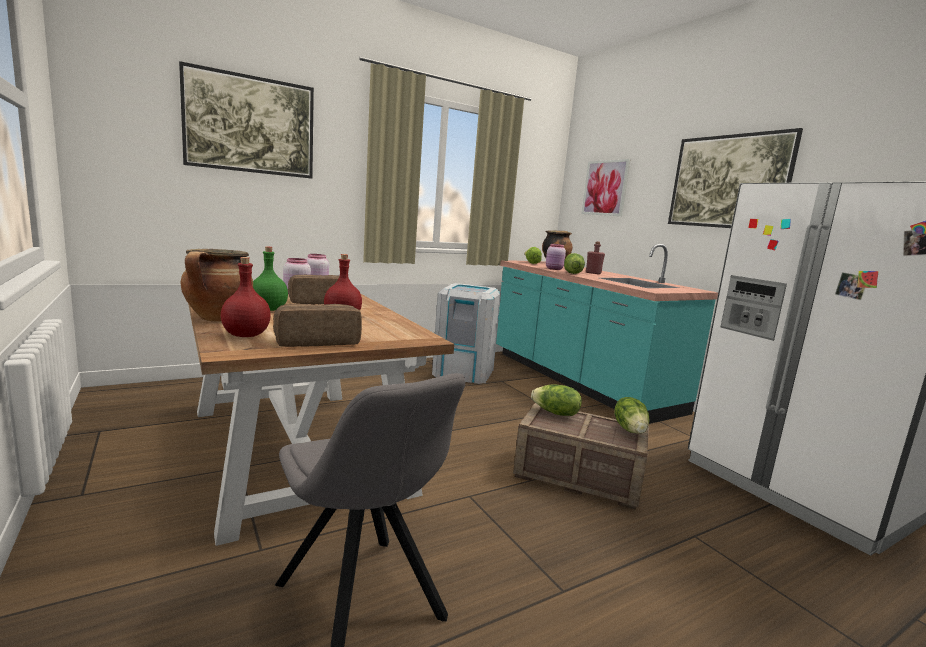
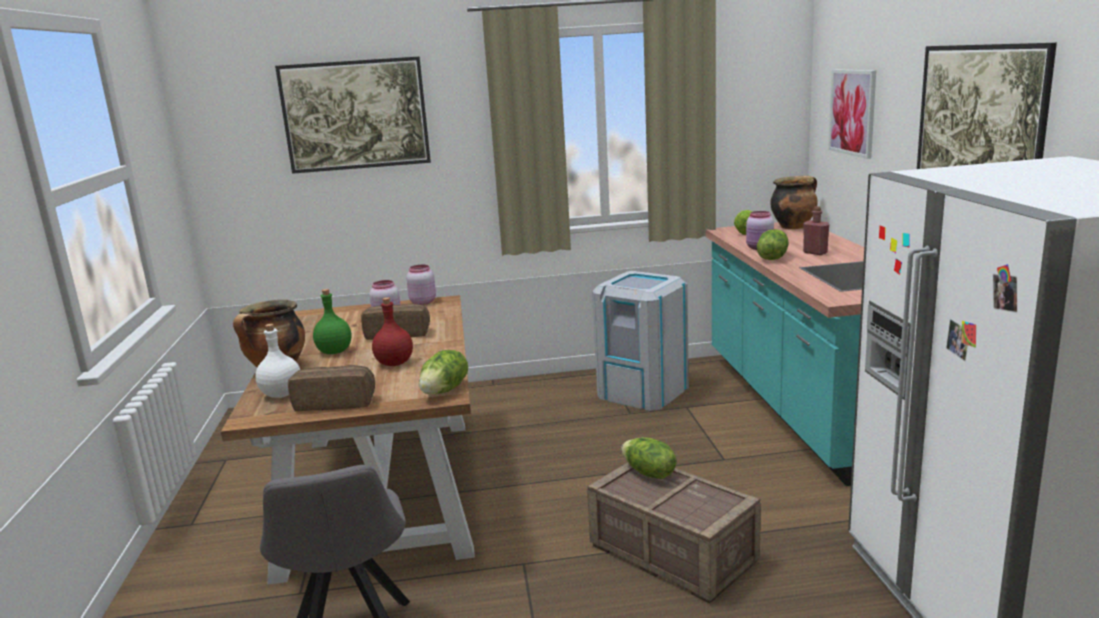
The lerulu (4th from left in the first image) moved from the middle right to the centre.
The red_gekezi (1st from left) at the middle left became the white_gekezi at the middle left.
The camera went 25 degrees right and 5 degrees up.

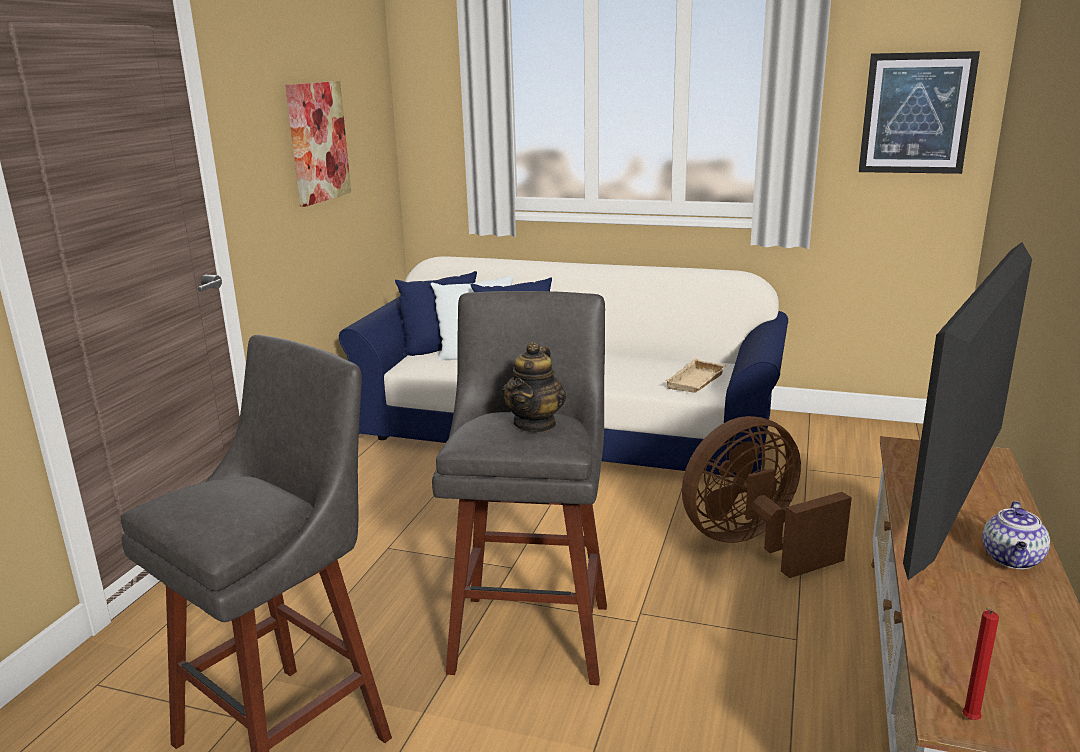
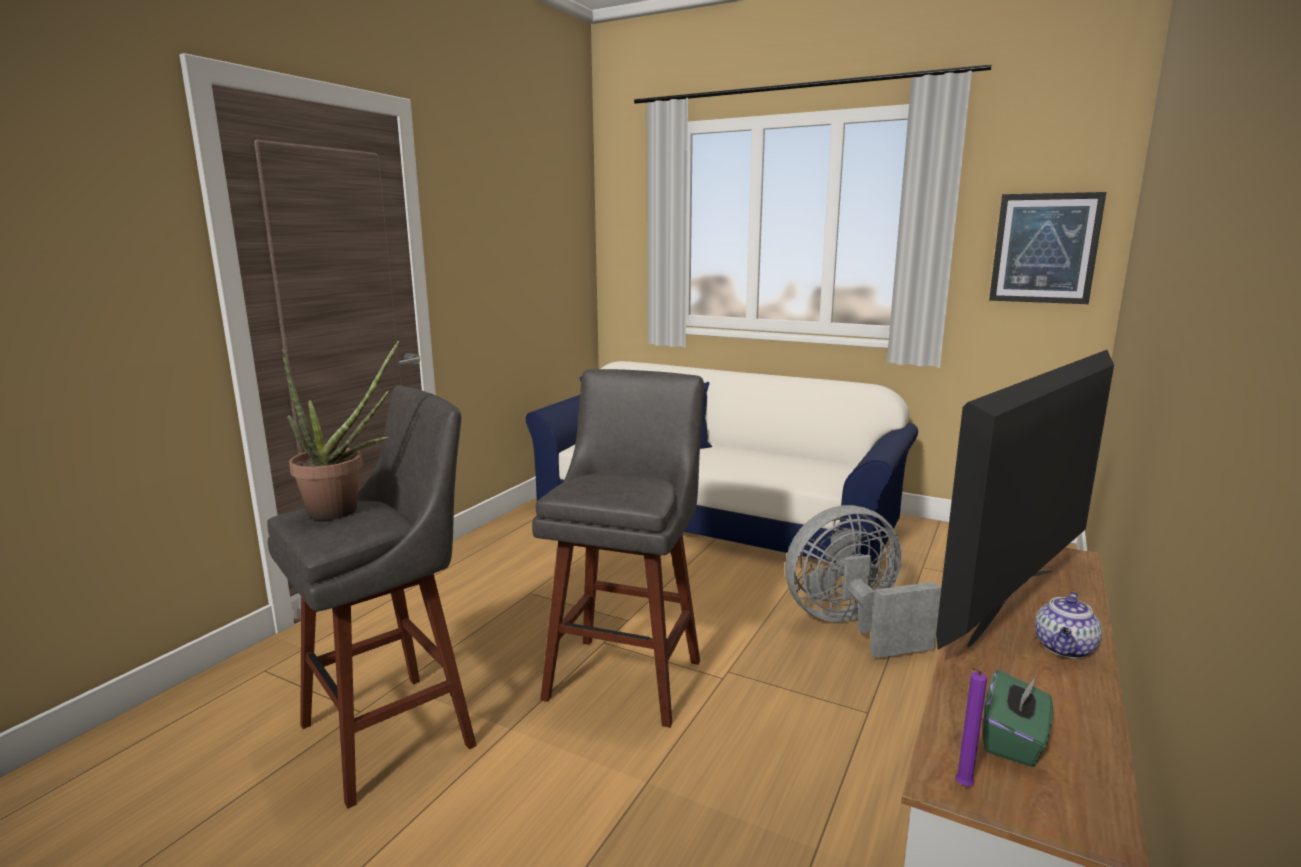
The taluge (1st from left) at the top left disappeared.
The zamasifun (1st from left) at the centre disappeared.
The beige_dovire at the centre disappeared.
The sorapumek at the middle left appeared.
The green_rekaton at the bottom right appeared.
The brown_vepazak at the middle right became the grey_vepazak at the bottom centre.
The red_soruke at the bottom right became the purple_soruke at the bottom right.
The camera went 10 degrees right and 5 degrees down.

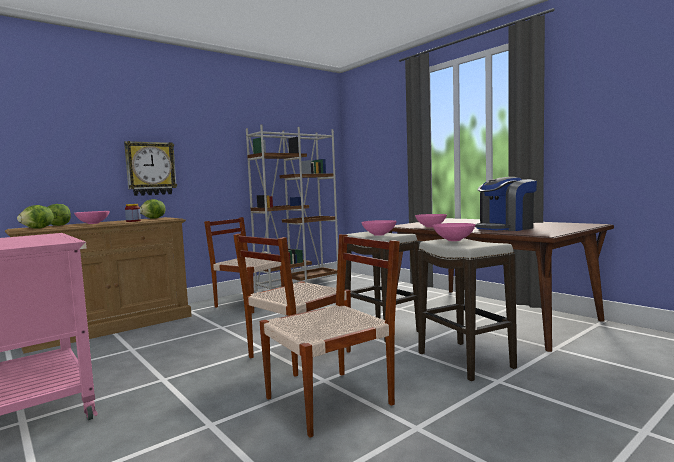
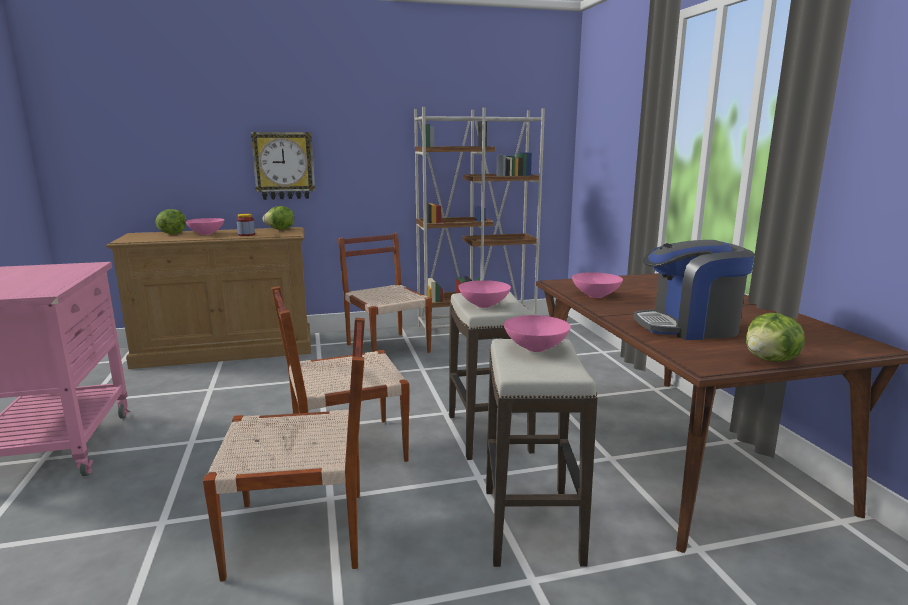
The lerulu (1st from left in the first image) moved from the middle left to the middle right.
The camera went 25 degrees right and 10 degrees up.

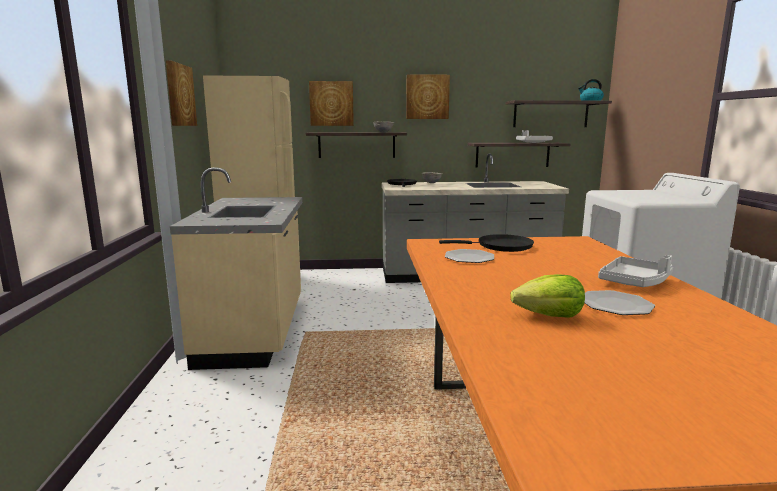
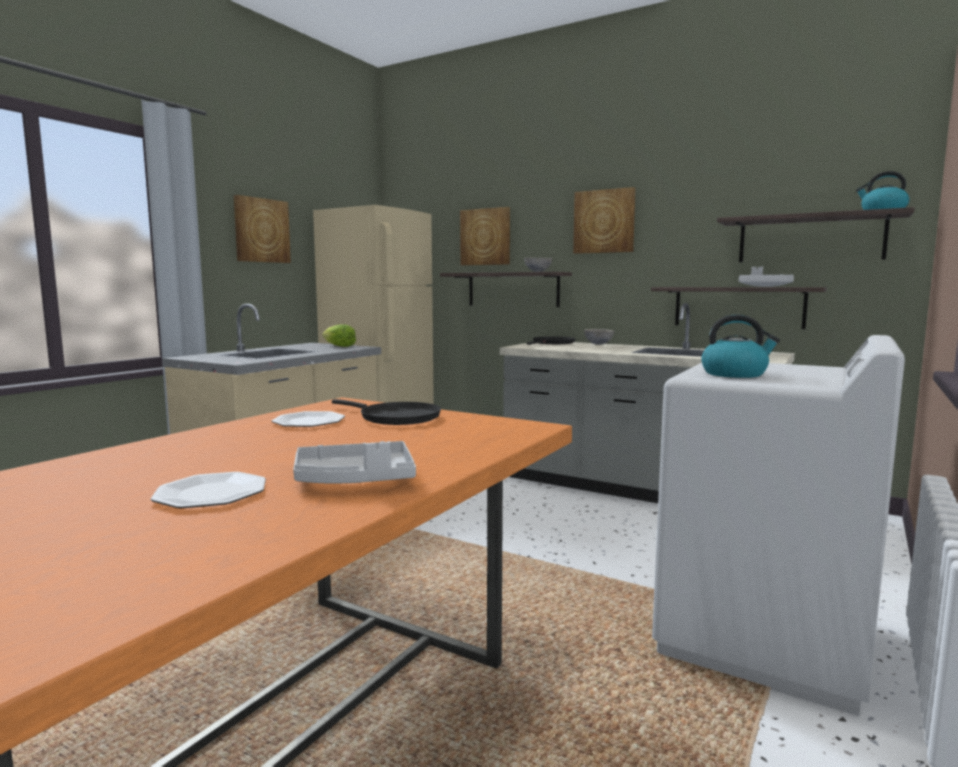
The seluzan (1st from left) at the middle right appeared.
The lerulu moved from the middle right to the centre.
The camera went 35 degrees right and 5 degrees down.

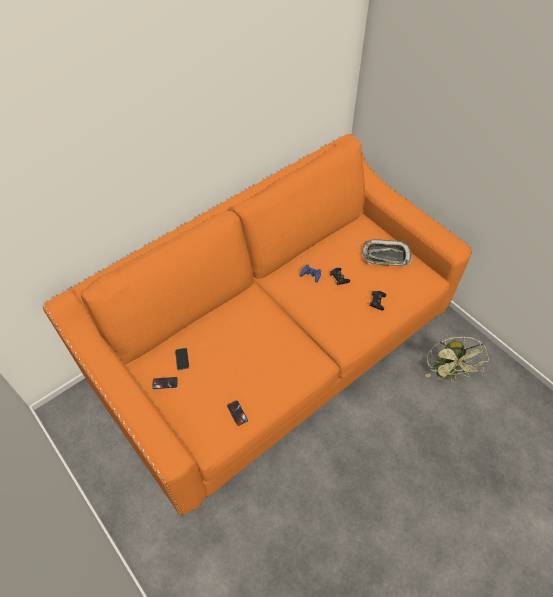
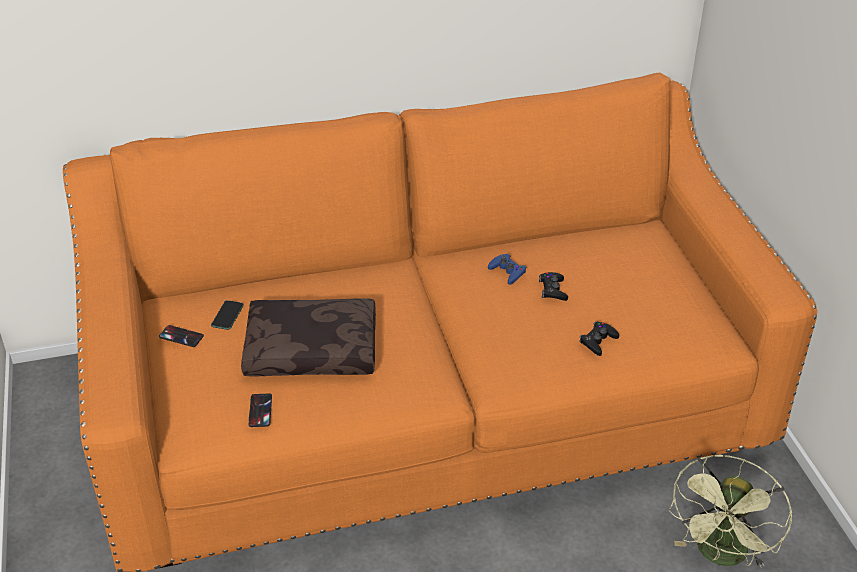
The dovire at the middle right disappeared.
The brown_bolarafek at the centre appeared.
The camera went 25 degrees right and 15 degrees down.

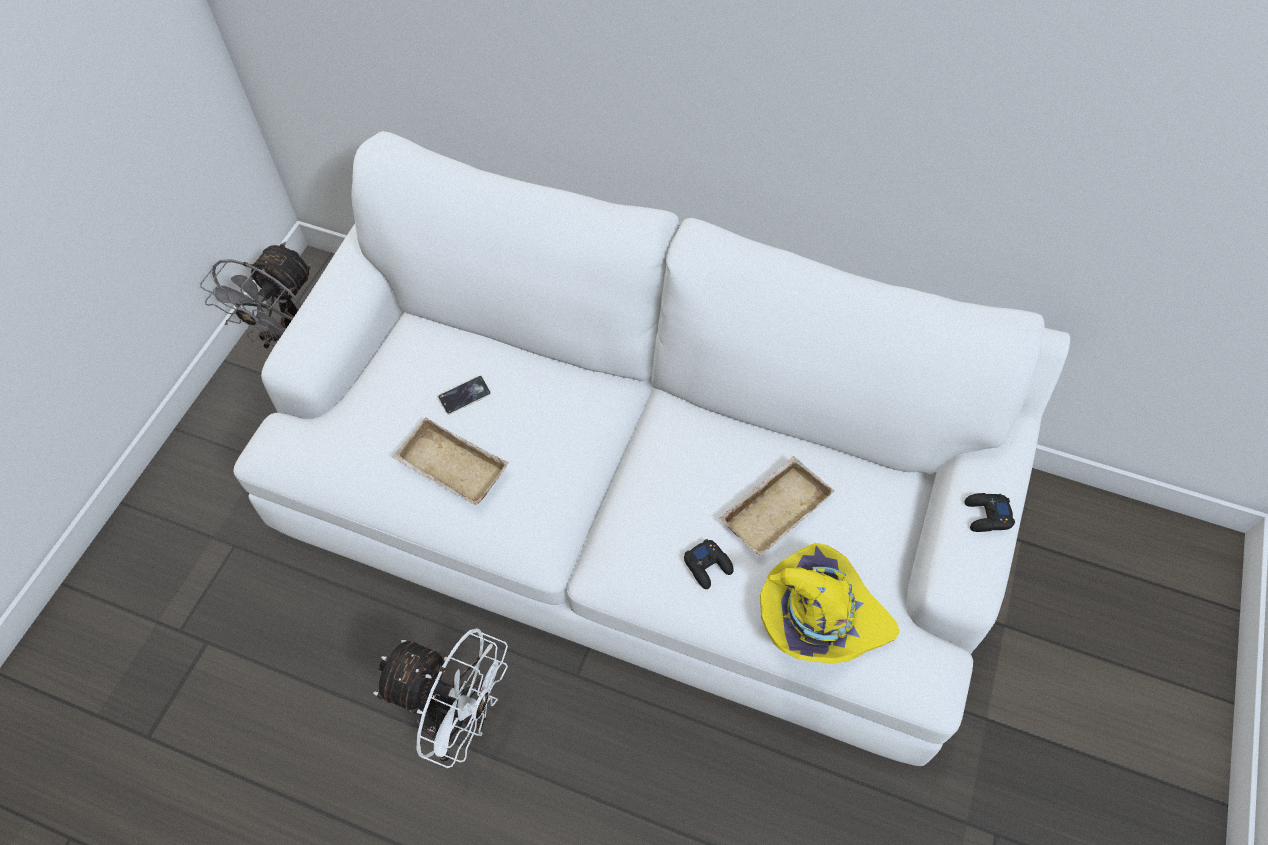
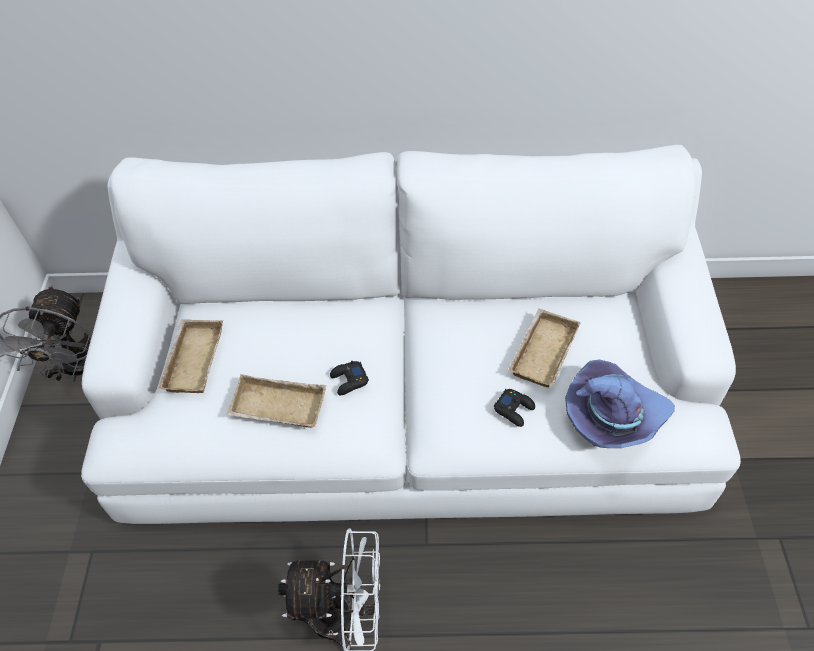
The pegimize at the centre disappeared.
The beige_dovire (1st from left) at the middle left appeared.
The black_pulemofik (2nd from left in the first image) moved from the middle right to the centre.
The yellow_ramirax at the bottom centre became the purple_ramirax at the middle right.
The camera went 20 degrees left and 5 degrees down.

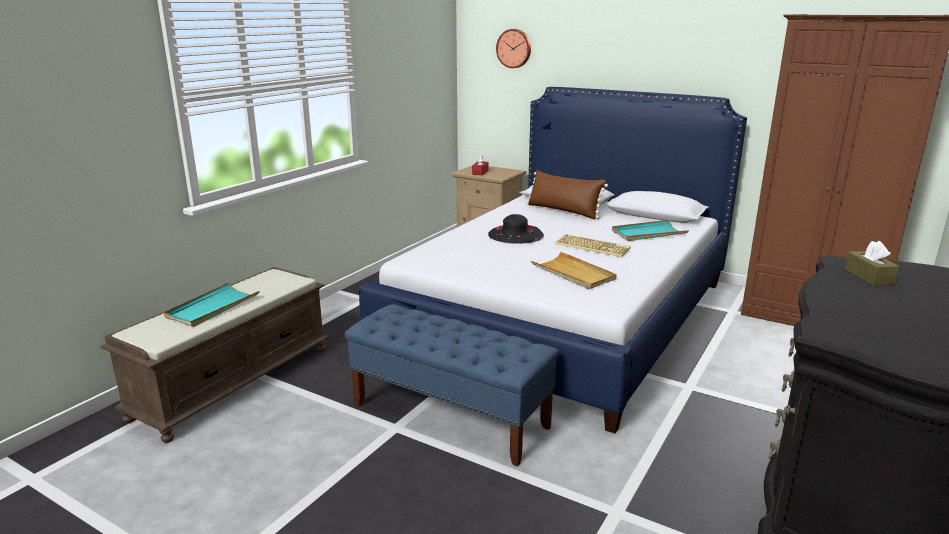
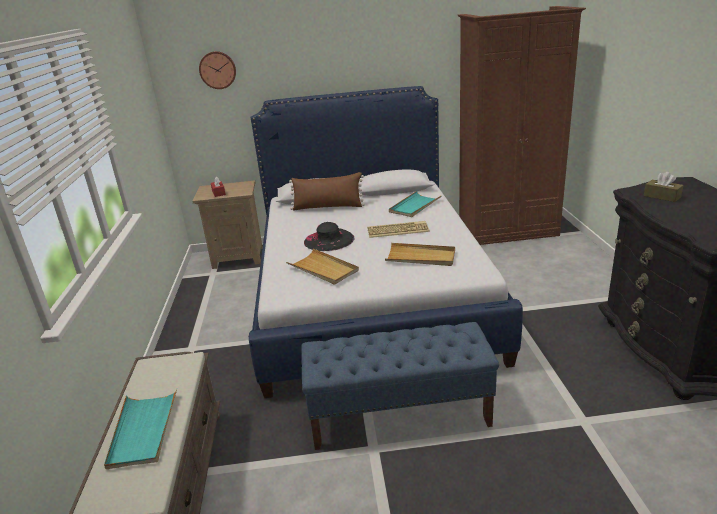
The beige_dovire (1st from left) at the centre appeared.
The camera went 35 degrees left and 5 degrees up.

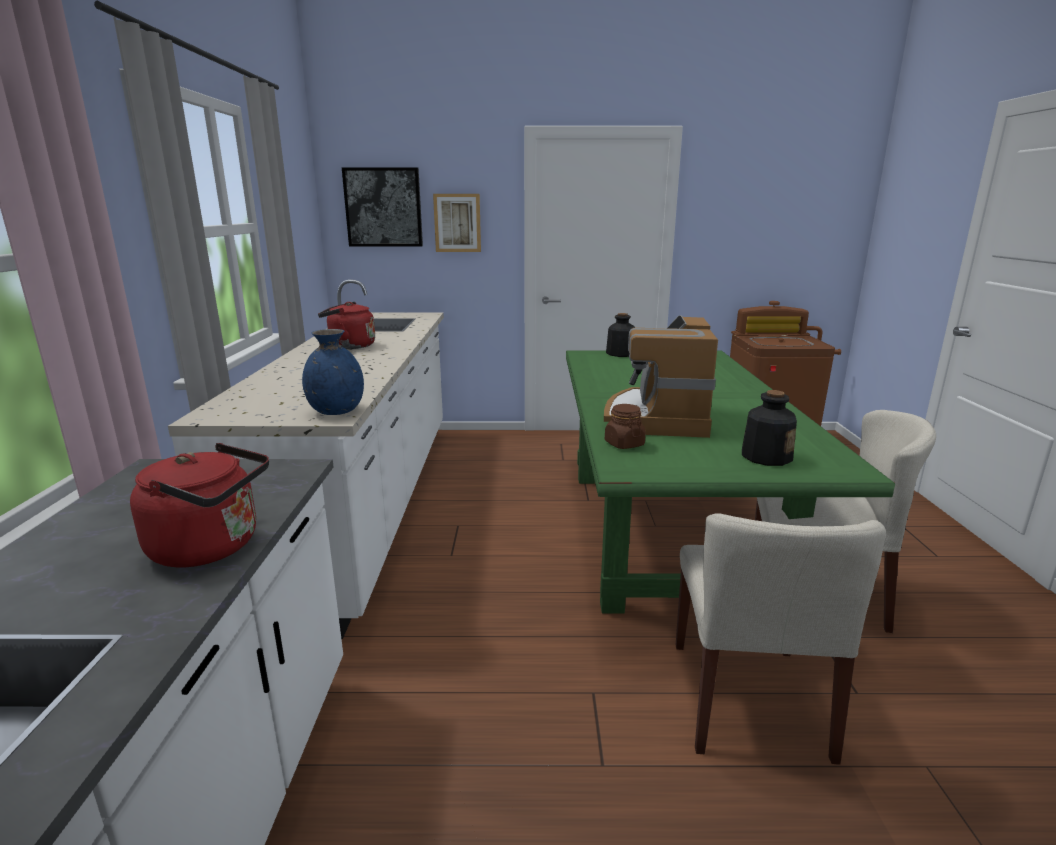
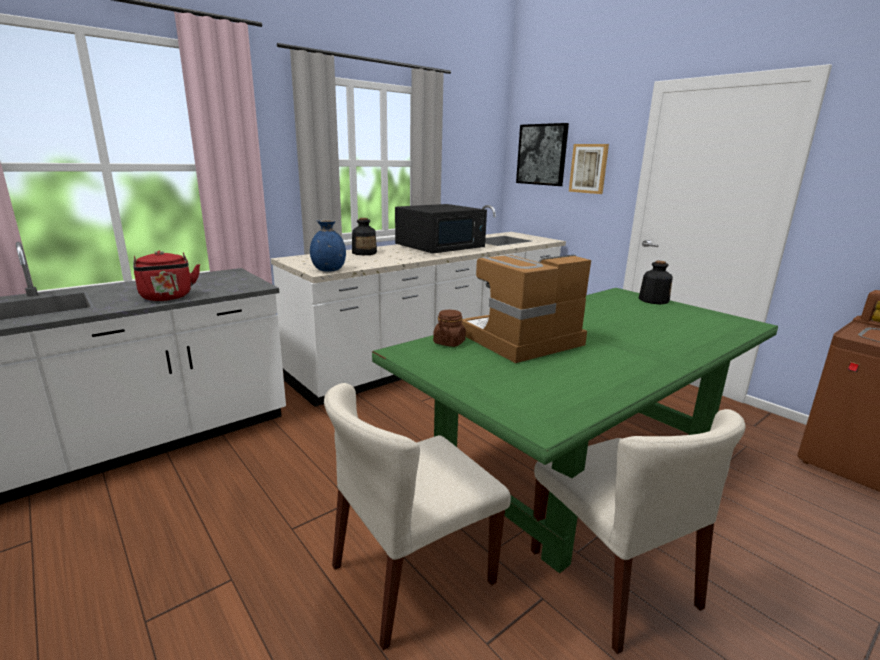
The gekezi (2nd from left in the first image) moved from the middle right to the centre.
The red_seluzan (2nd from left) at the middle left was replaced by the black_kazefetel at the centre.
The camera went 50 degrees right and 0 degrees up.

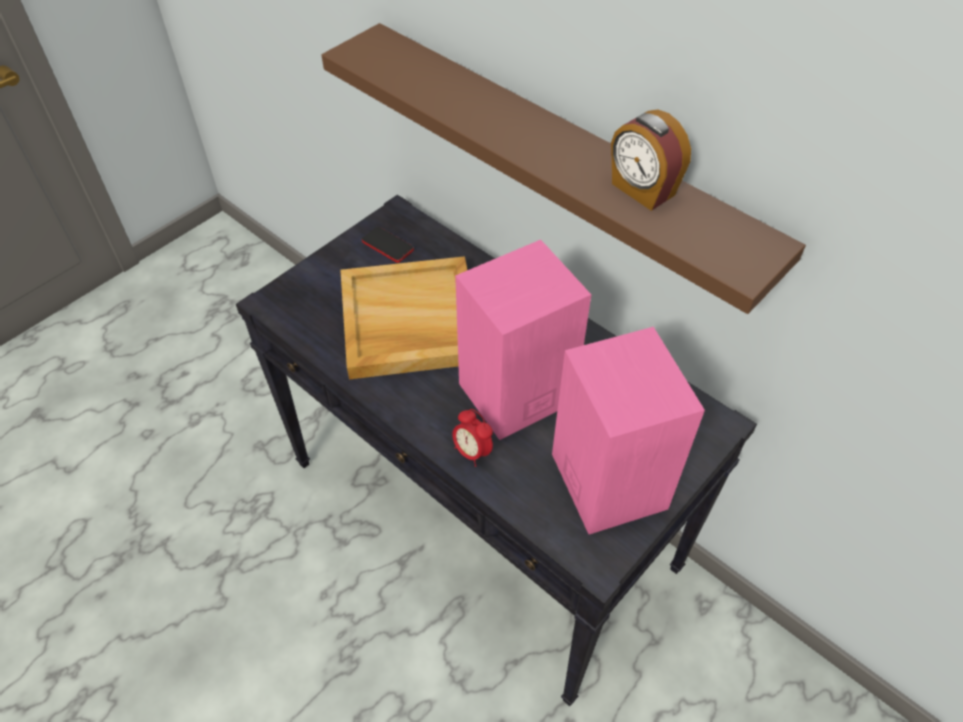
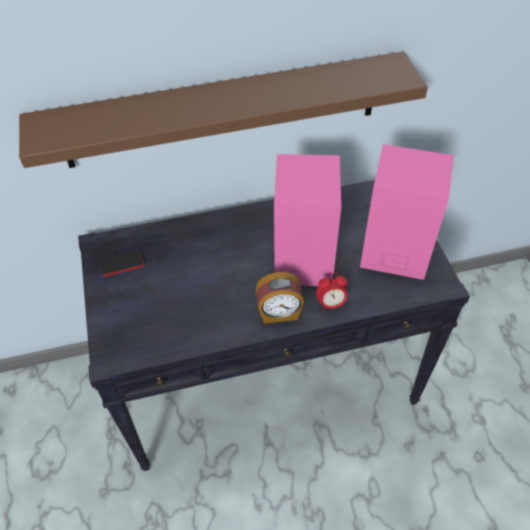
The beige_dovire at the centre disappeared.
The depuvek (2nd from left in the first image) moved from the top right to the centre.
The camera went 55 degrees left and 0 degrees up.

